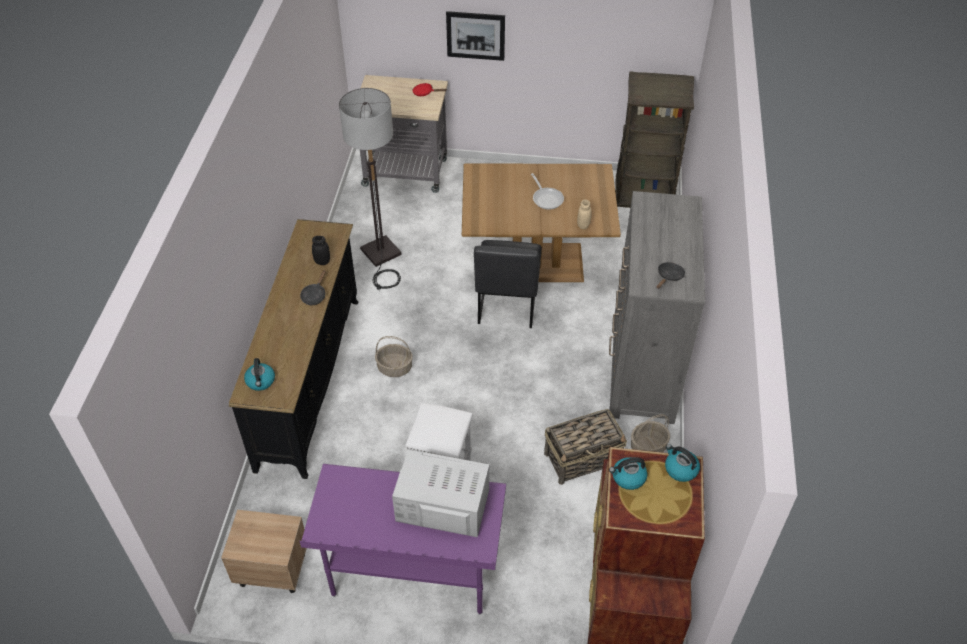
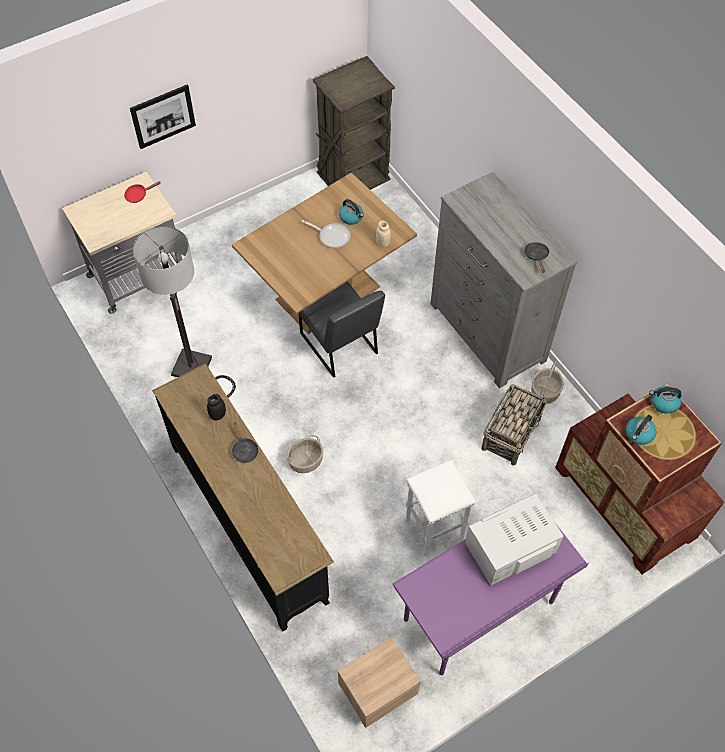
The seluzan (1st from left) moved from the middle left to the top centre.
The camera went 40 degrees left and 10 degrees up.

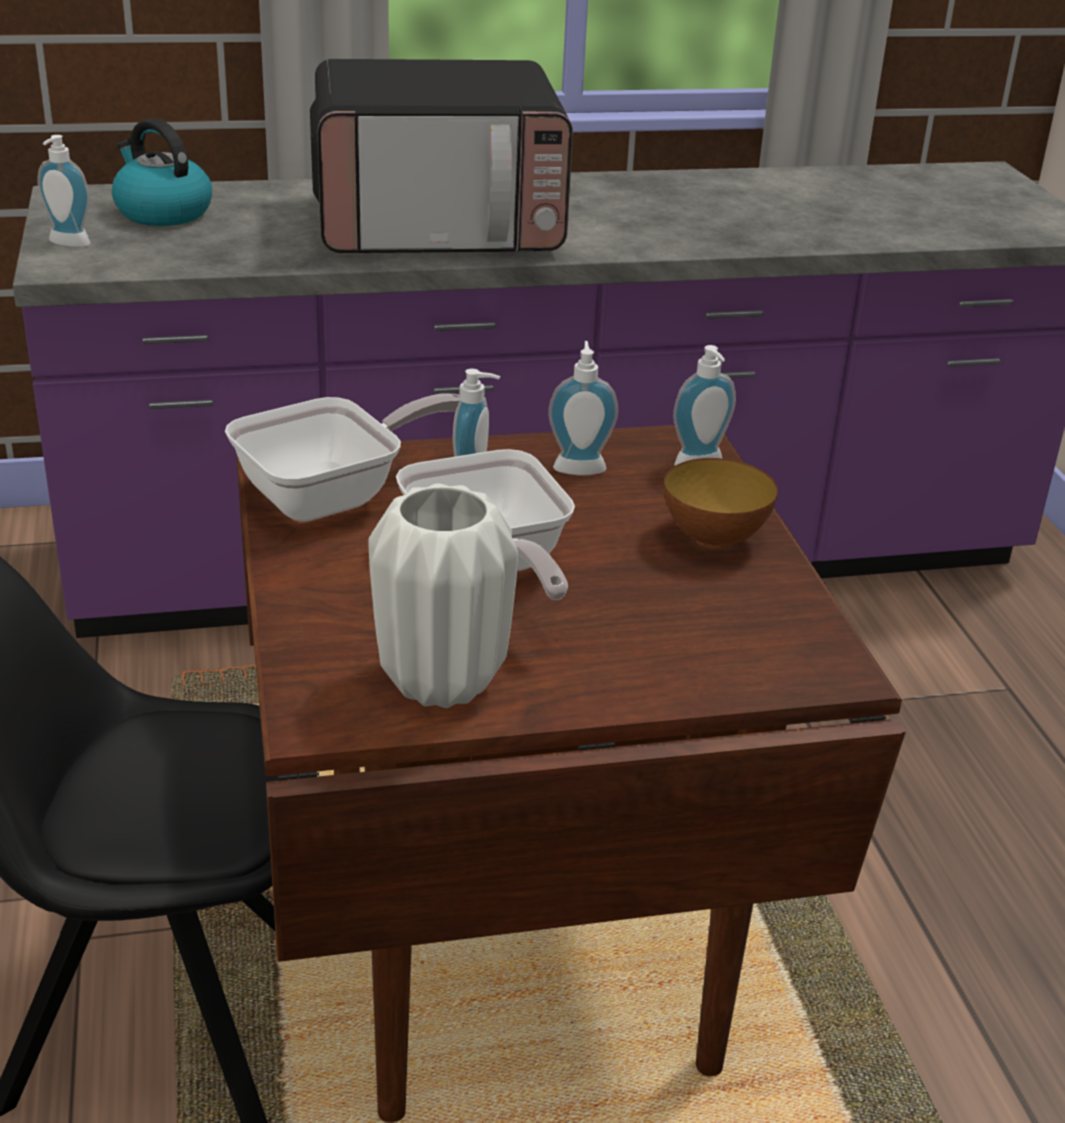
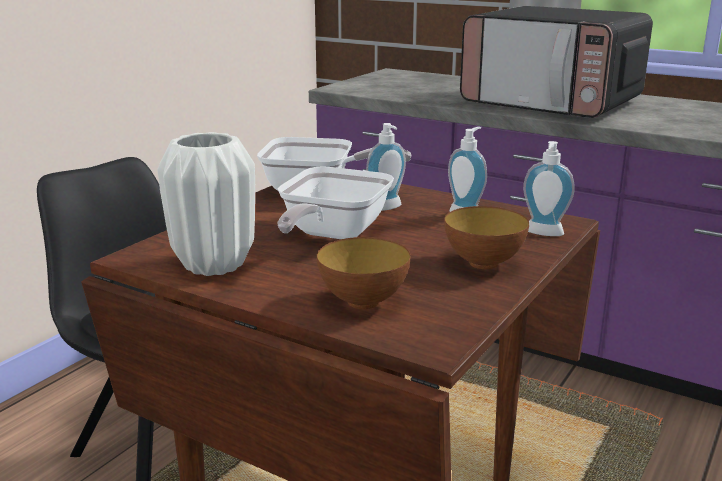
The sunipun (1st from left) at the top left disappeared.
The seluzan at the top left disappeared.
The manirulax (1st from left) at the centre appeared.
The camera went 45 degrees right and 10 degrees down.

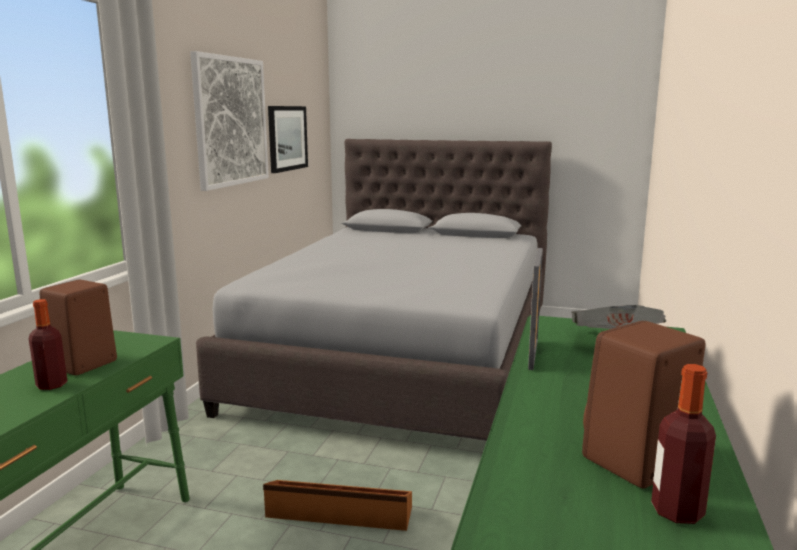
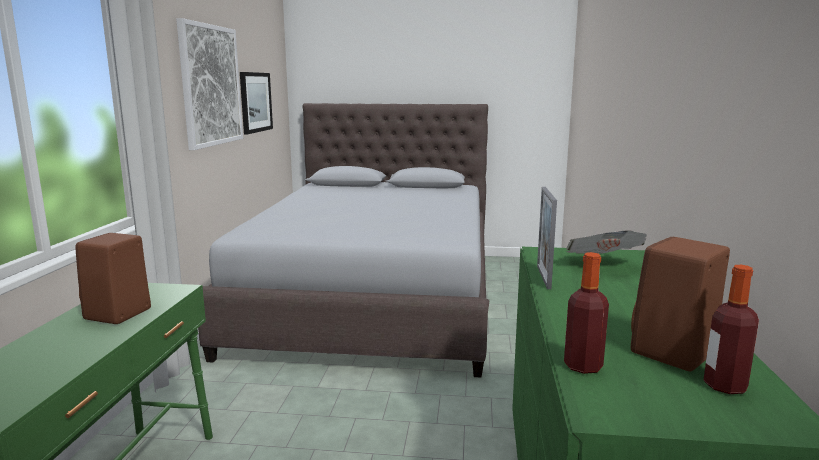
The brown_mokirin at the bottom centre disappeared.
The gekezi (1st from left) moved from the middle left to the bottom right.
The camera went 10 degrees left and 0 degrees up.

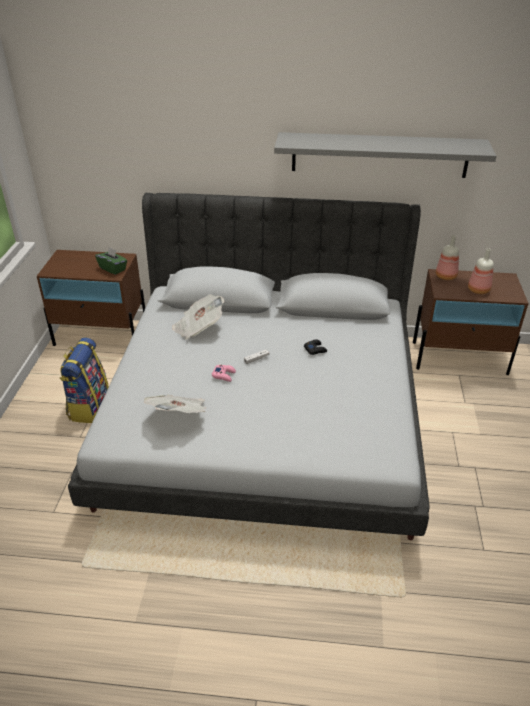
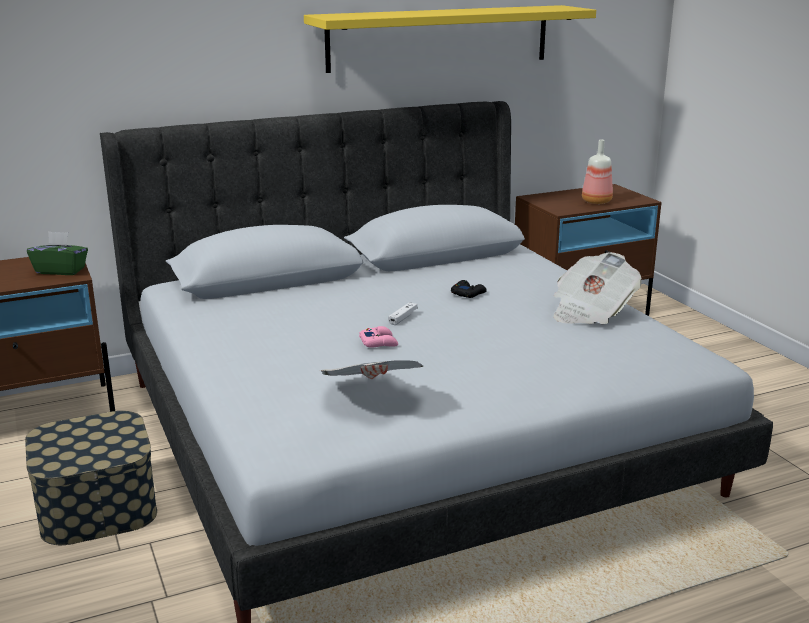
The gekezi (1st from left) at the middle right disappeared.
The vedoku (2nd from left) moved from the centre to the middle right.
The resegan at the middle left was replaced by the mokirin at the bottom left.
The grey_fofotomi at the top right became the yellow_fofotomi at the top centre.
The camera went 30 degrees left and 15 degrees down.

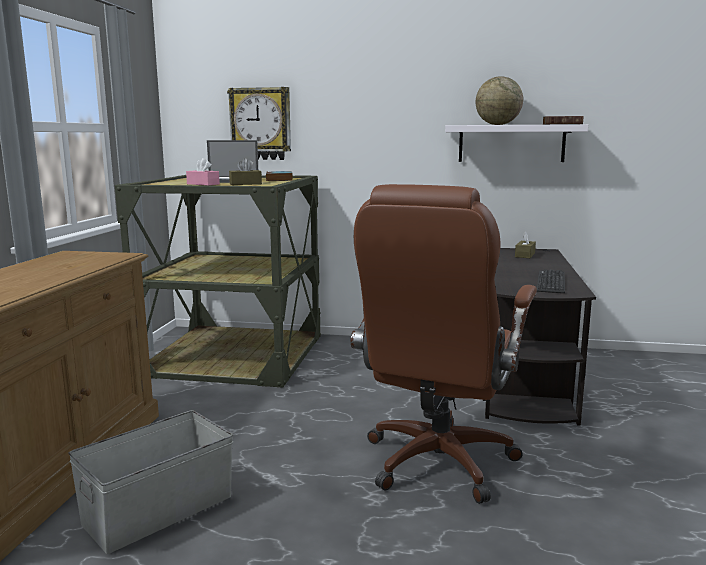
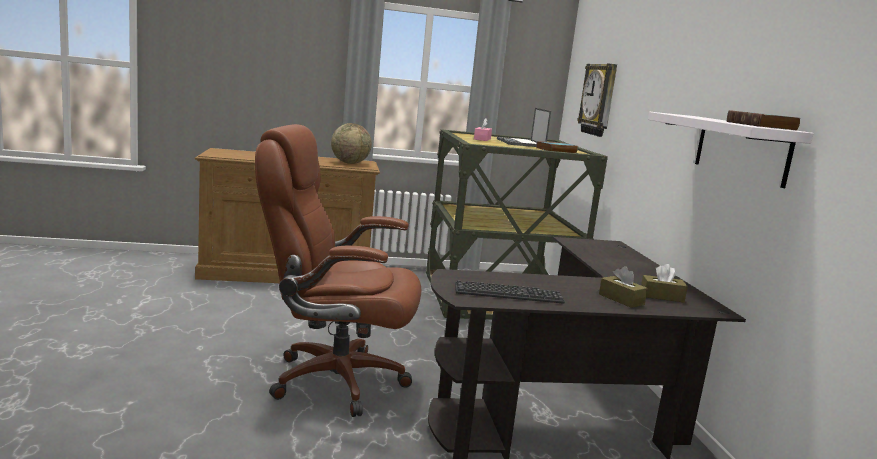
The grey_mokirin at the bottom left disappeared.
The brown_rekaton (1st from left) moved from the top centre to the middle right.
The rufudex moved from the top right to the top centre.
The camera went 70 degrees right and 0 degrees up.

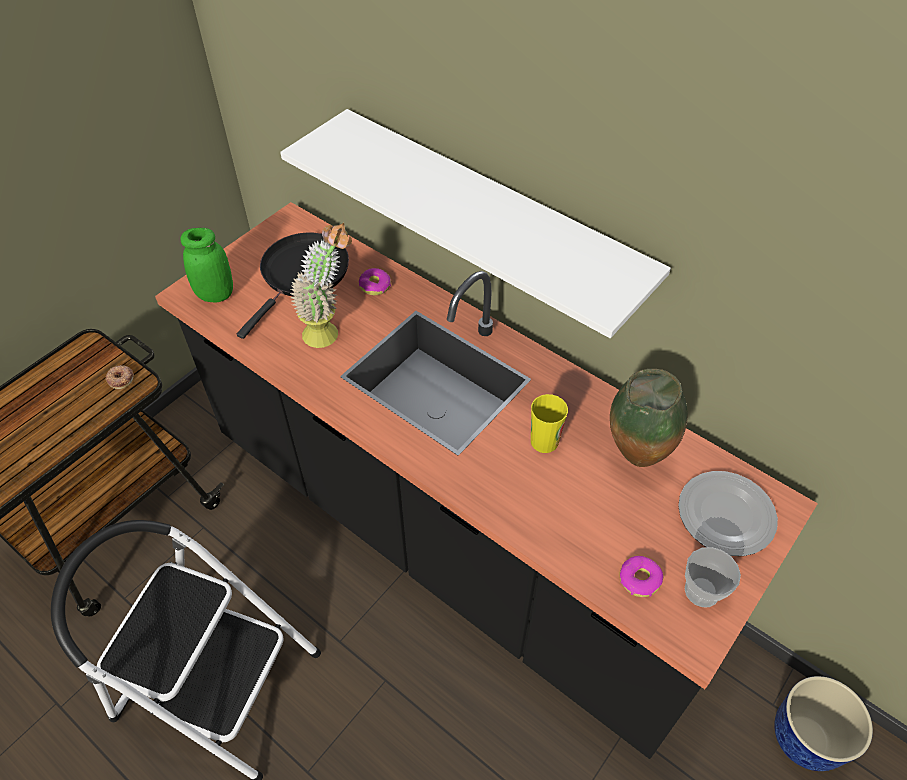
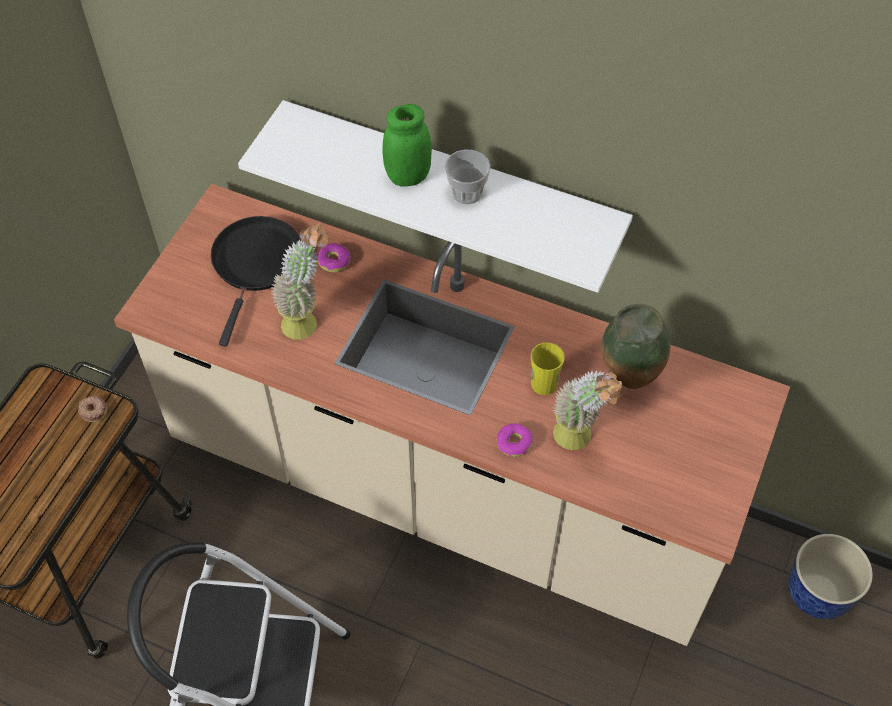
The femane at the middle right disappeared.
The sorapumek (2nd from left) at the centre appeared.
The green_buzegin moved from the middle left to the top centre.
The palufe (3rd from left) moved from the bottom right to the centre.
The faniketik (2nd from left in the first image) moved from the bottom right to the top centre.
The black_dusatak at the centre became the beige_dusatak at the centre.
The camera went 15 degrees left and 5 degrees up.

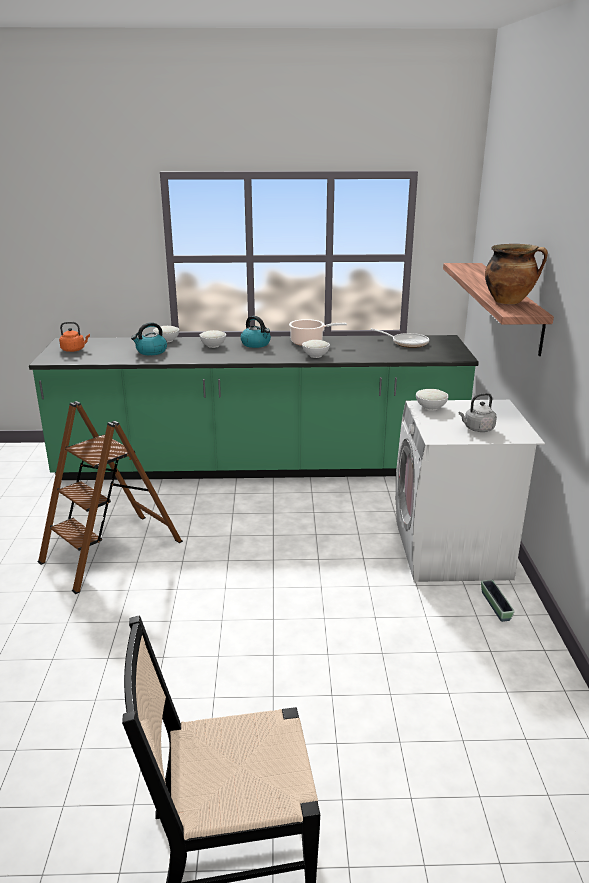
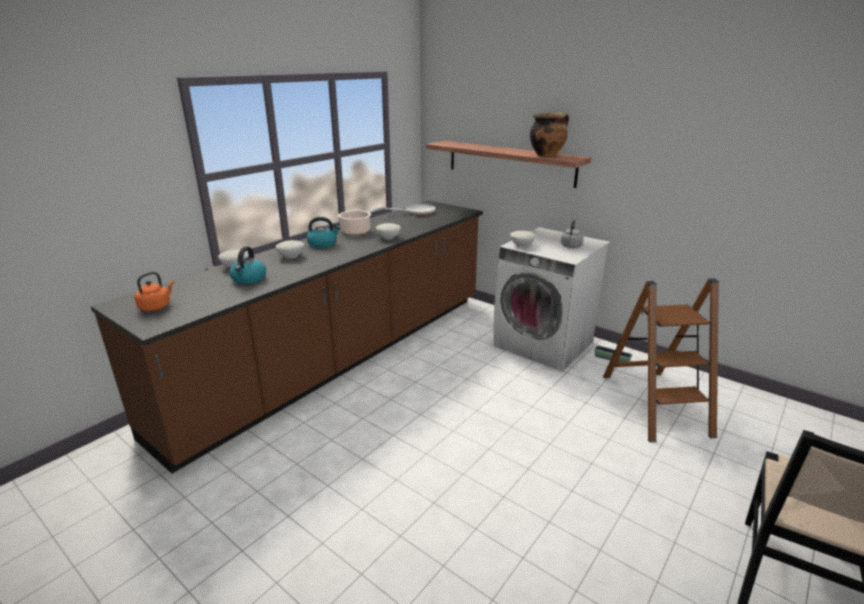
The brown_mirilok moved from the middle left to the middle right.
The green_dusatak at the centre became the brown_dusatak at the middle left.
The camera went 50 degrees left and 0 degrees up.

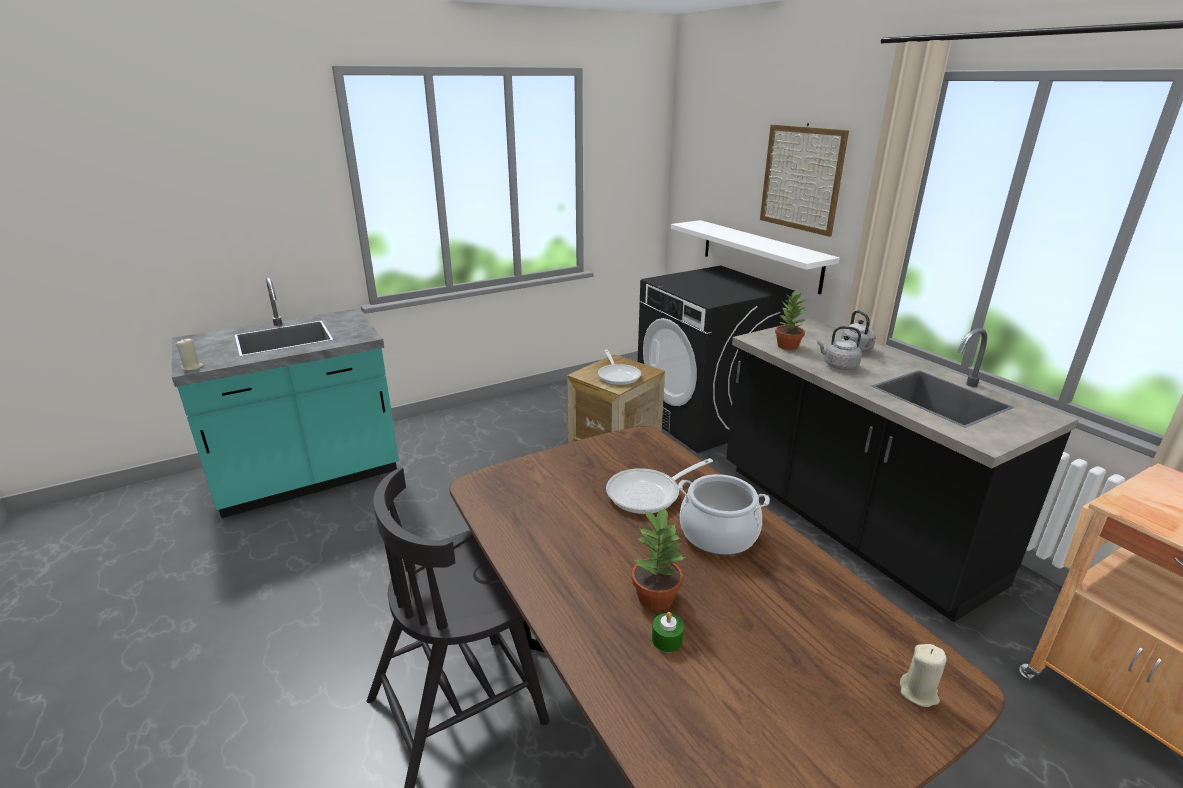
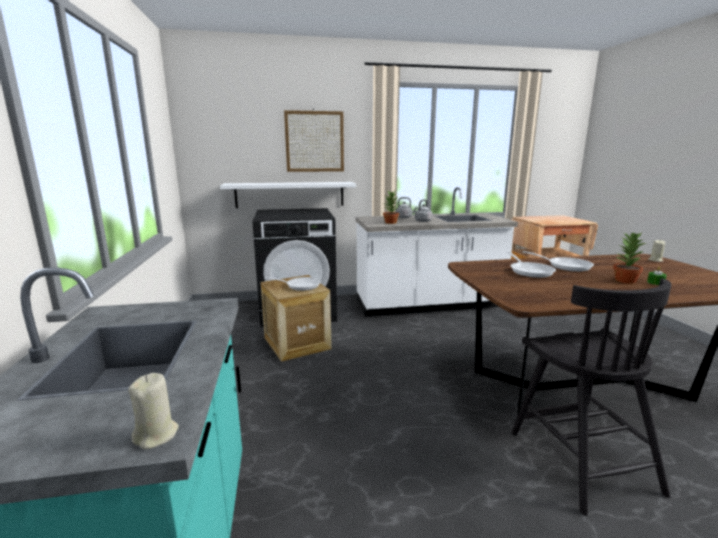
The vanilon at the centre was replaced by the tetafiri (3rd from left) at the middle right.
The black_dusatak at the middle right became the white_dusatak at the centre.
The camera went 70 degrees left and 10 degrees down.

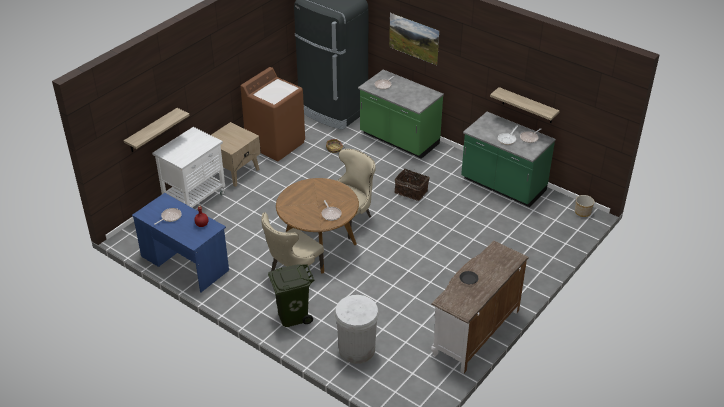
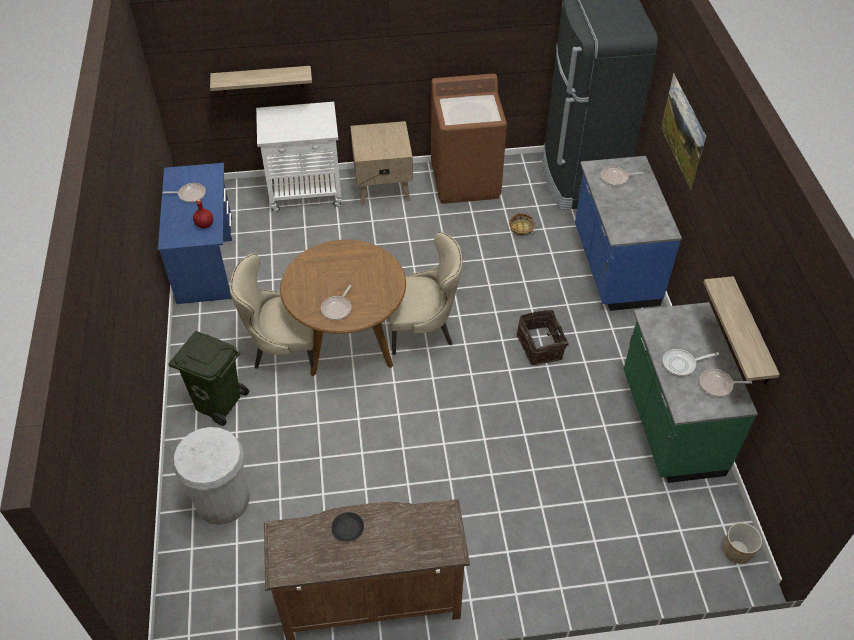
The green_dusatak (1st from left) at the top centre became the blue_dusatak at the middle right.
The camera went 45 degrees right and 10 degrees up.

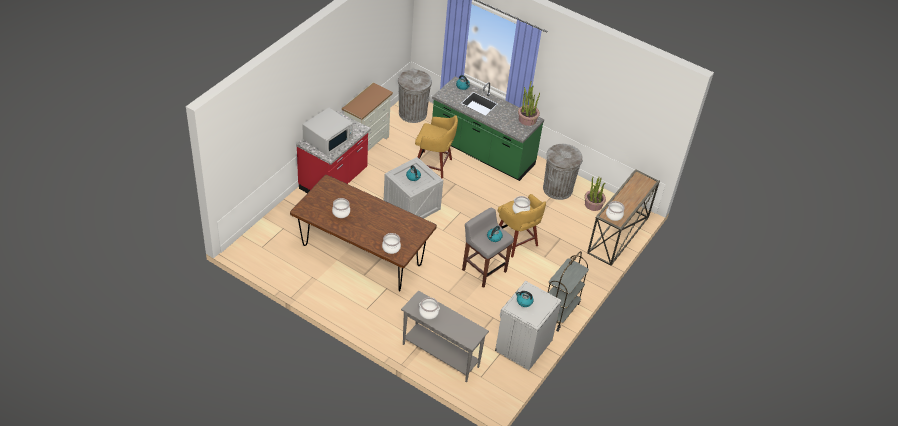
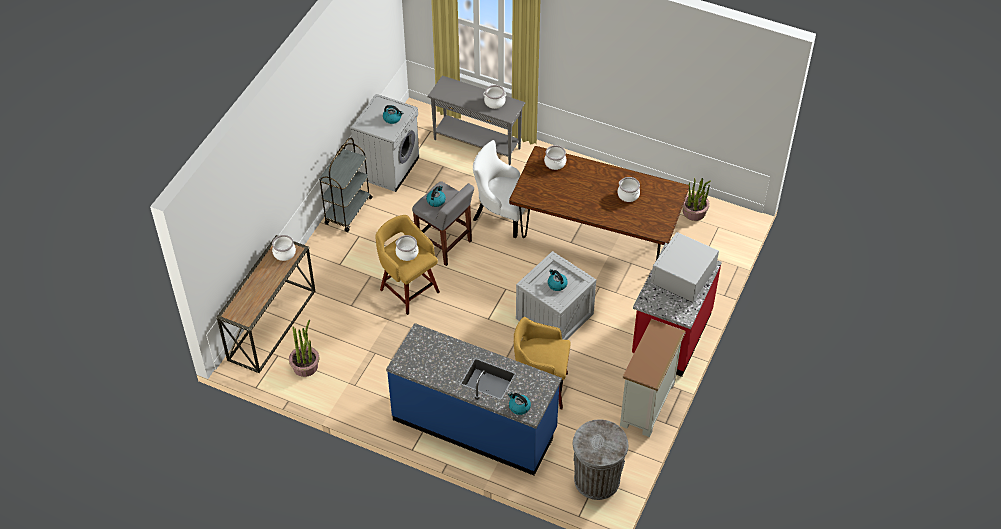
The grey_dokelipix (2nd from left) at the centre disappeared.
The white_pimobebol at the centre appeared.
The sorapumek (1st from left in the first image) moved from the top centre to the middle right.
The green_dusatak at the top centre became the blue_dusatak at the bottom centre.
The camera went 175 degrees right and 5 degrees up.

